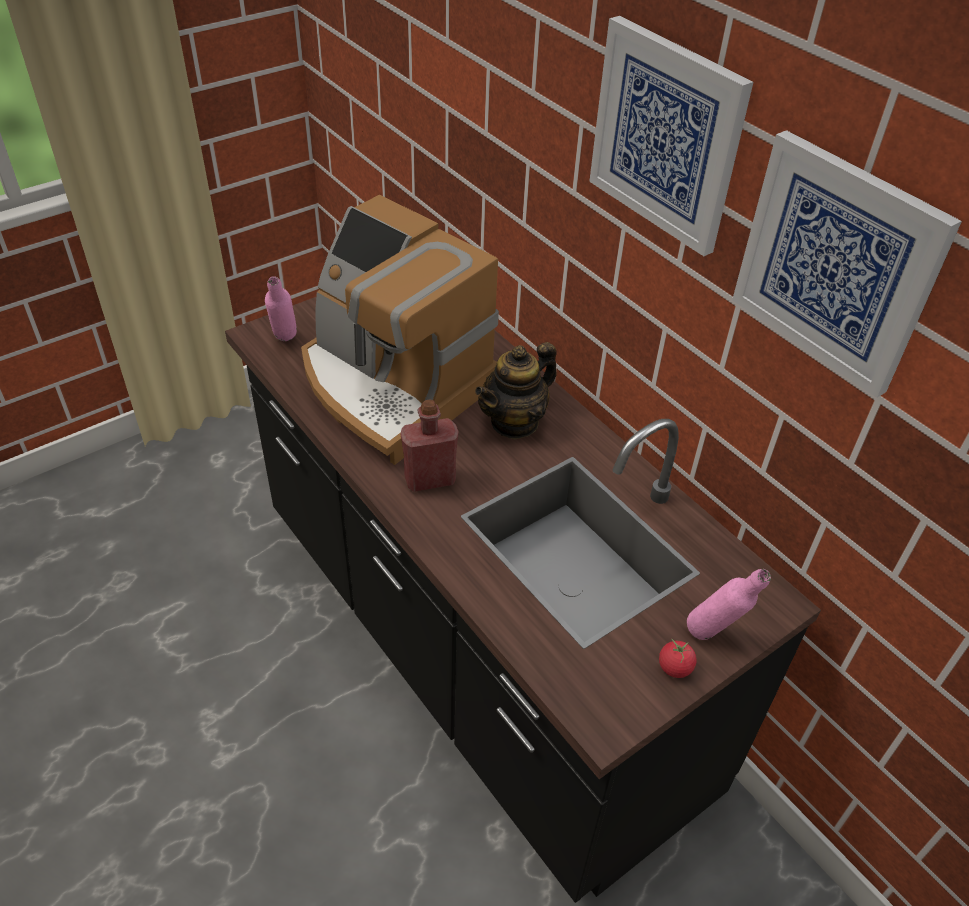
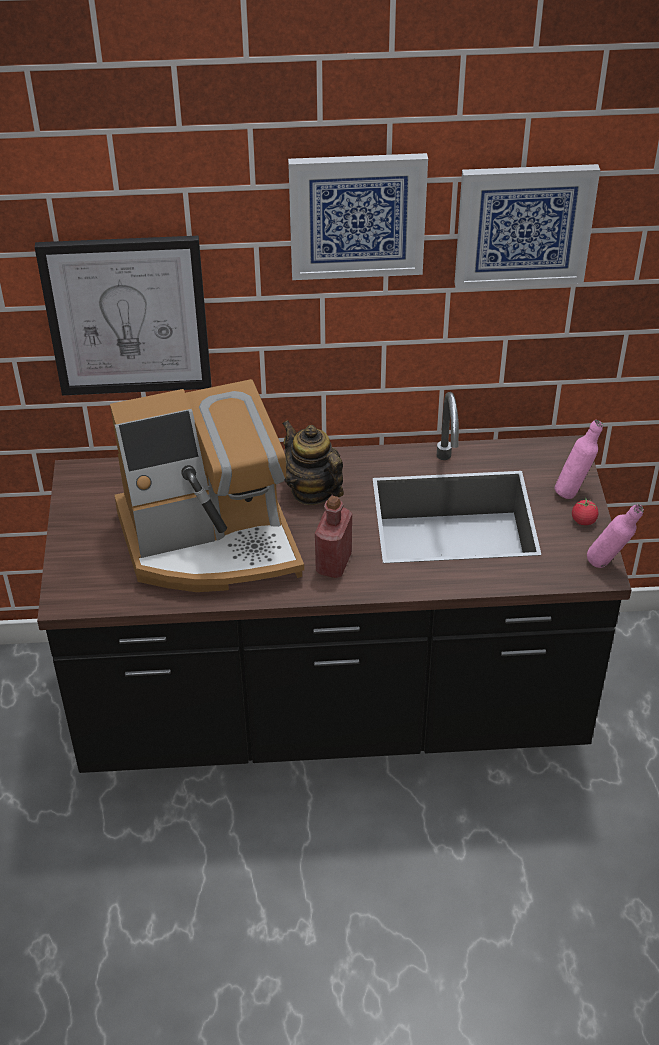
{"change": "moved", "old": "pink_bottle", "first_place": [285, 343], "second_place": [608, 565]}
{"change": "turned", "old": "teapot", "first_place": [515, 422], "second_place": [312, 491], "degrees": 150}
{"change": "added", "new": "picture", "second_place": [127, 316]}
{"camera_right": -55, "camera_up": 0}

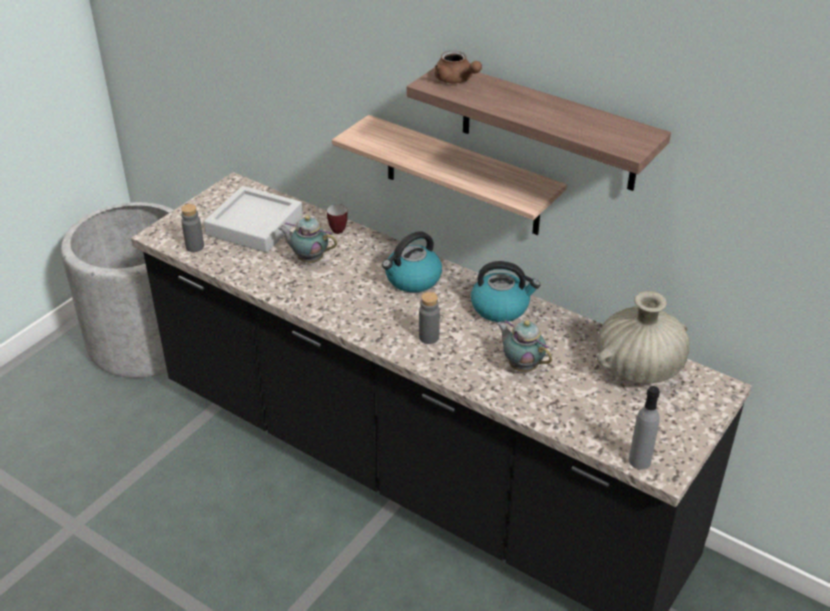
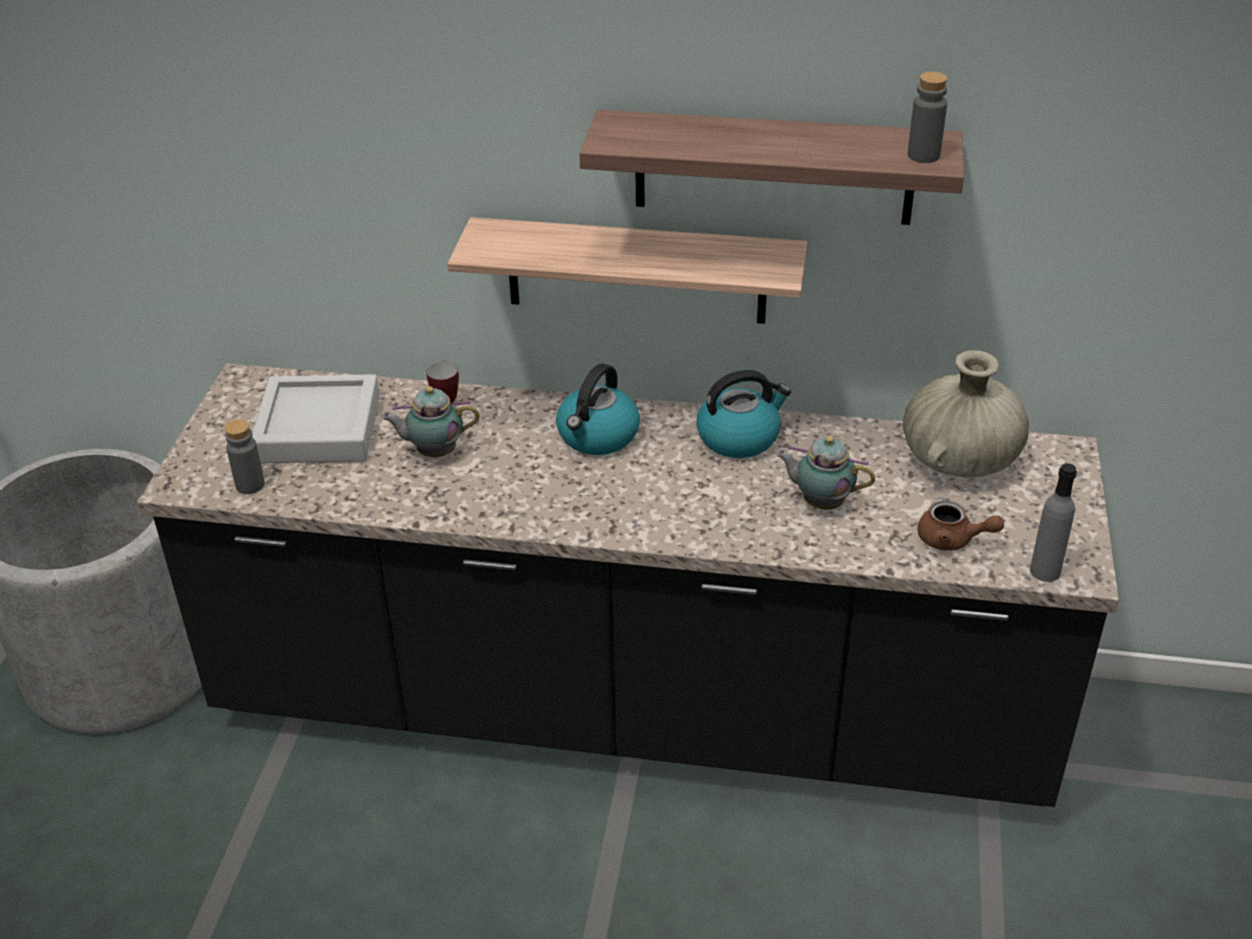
{"change": "moved", "old": "brown_teapot", "first_place": [456, 80], "second_place": [952, 540]}
{"change": "moved", "old": "grey_bottle", "first_place": [429, 337], "second_place": [923, 155]}
{"camera_right": -25, "camera_up": 0}

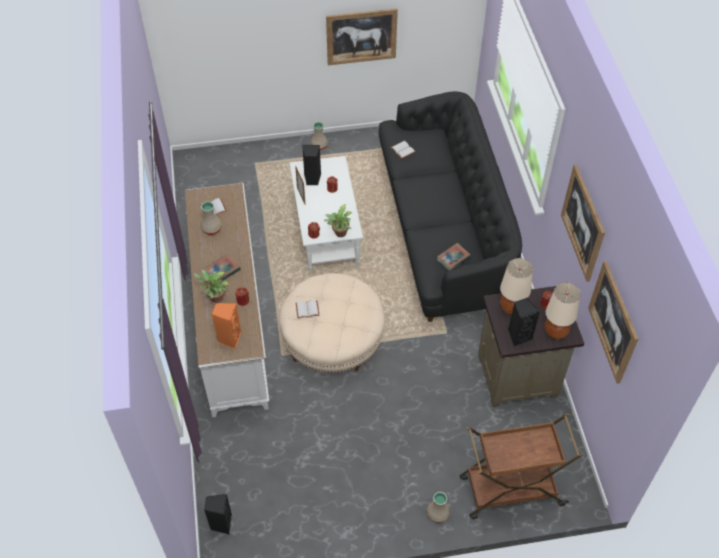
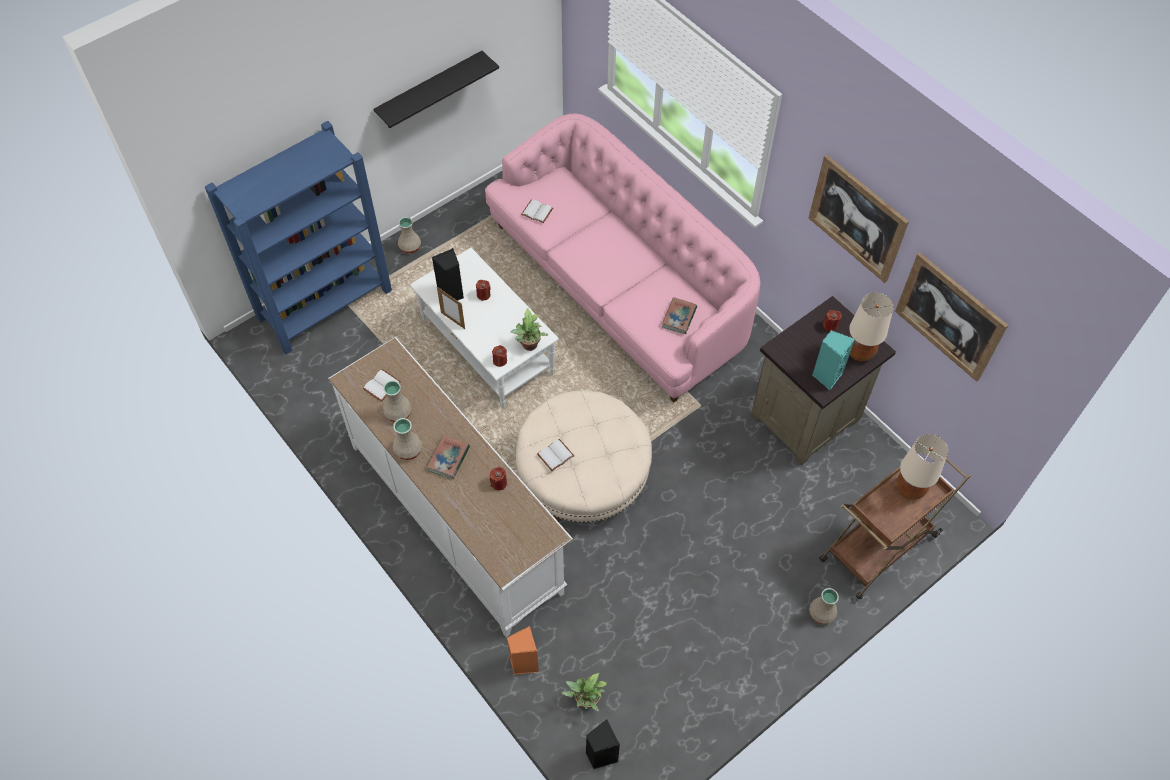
{"change": "replaced", "old": "picture", "new": "black_shelf", "first_place": [361, 36], "second_place": [430, 91]}
{"change": "recoloured", "old": "black_sofa", "new": "pink_sofa", "first_place": [442, 229], "second_place": [619, 286]}
{"change": "moved", "old": "beige_table_lamp", "first_place": [510, 308], "second_place": [909, 489]}
{"change": "moved", "old": "potted_plant", "first_place": [215, 298], "second_place": [585, 702]}
{"change": "recoloured", "old": "black_speaker", "new": "turquoise_speaker", "first_place": [519, 336], "second_place": [826, 375]}
{"change": "moved", "old": "orange_speaker", "first_place": [229, 338], "second_place": [524, 663]}
{"change": "added", "new": "blue_bookcase", "second_place": [325, 304]}
{"change": "added", "new": "beige_vase", "second_place": [408, 449]}
{"camera_right": -30, "camera_up": 5}

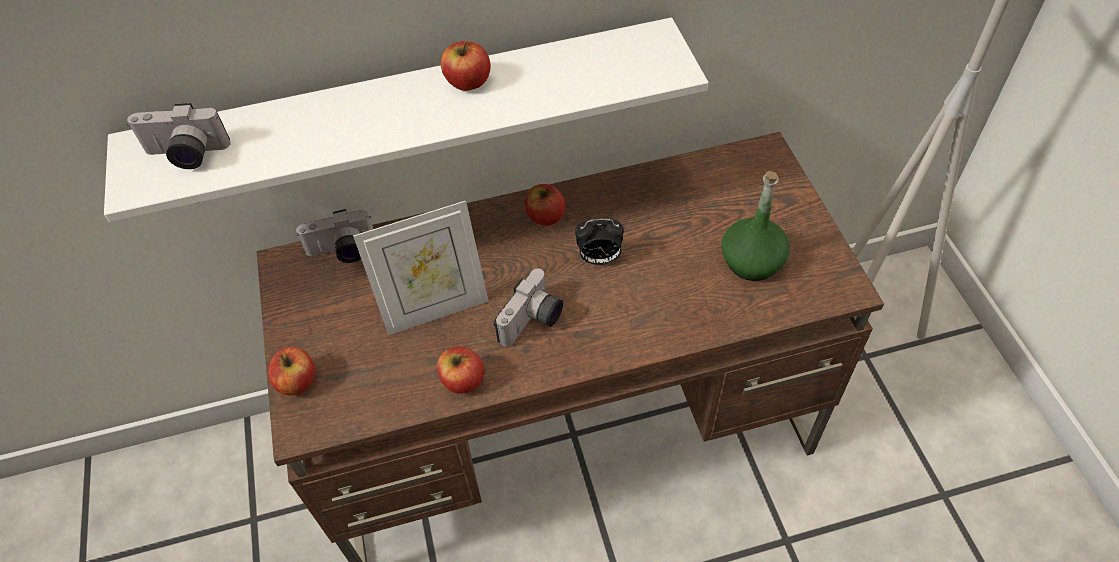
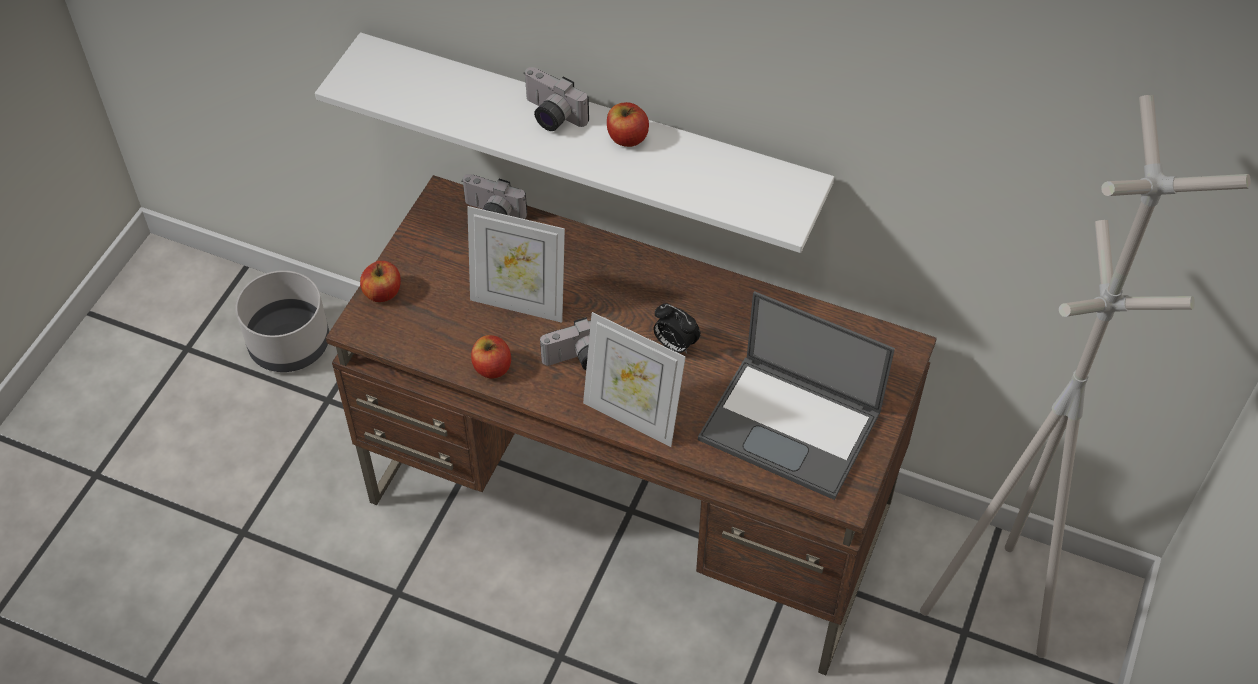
{"change": "moved", "old": "photo_camera", "first_place": [185, 155], "second_place": [550, 116]}
{"change": "replaced", "old": "green_bottle", "new": "laptop", "first_place": [752, 261], "second_place": [792, 426]}
{"change": "removed", "old": "apple", "first_place": [545, 216]}
{"change": "added", "new": "grey_planter", "second_place": [290, 343]}
{"change": "added", "new": "picture_frame", "second_place": [632, 417]}
{"camera_right": 35, "camera_up": 0}

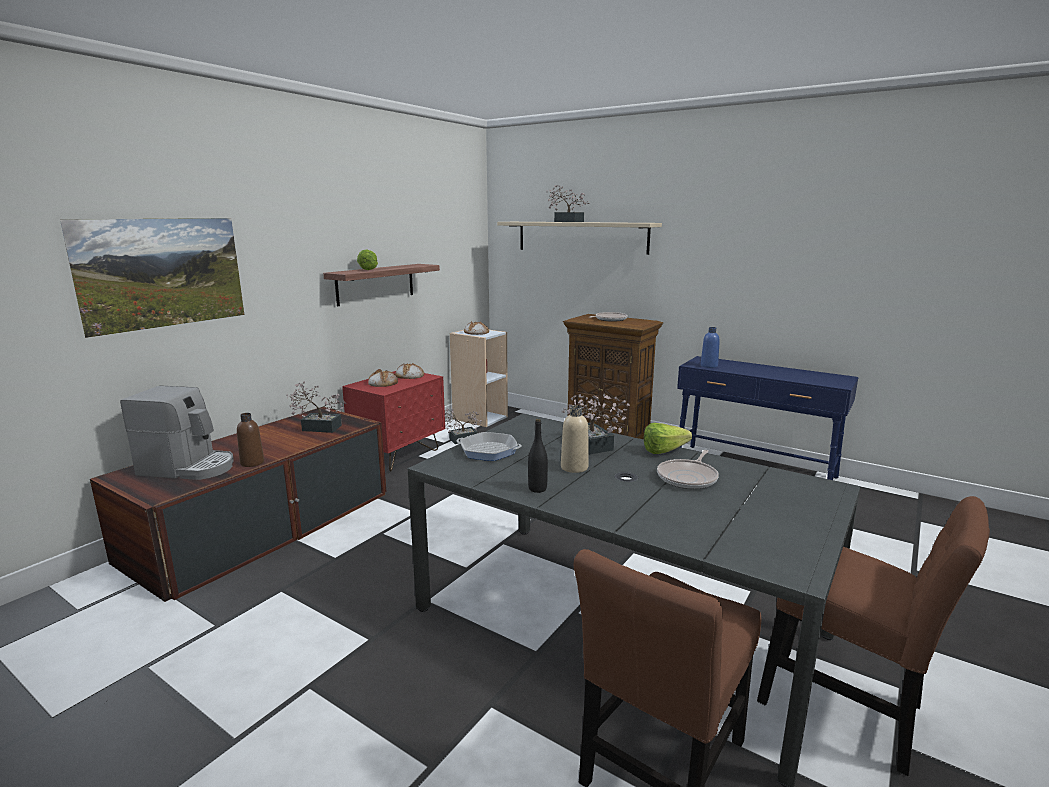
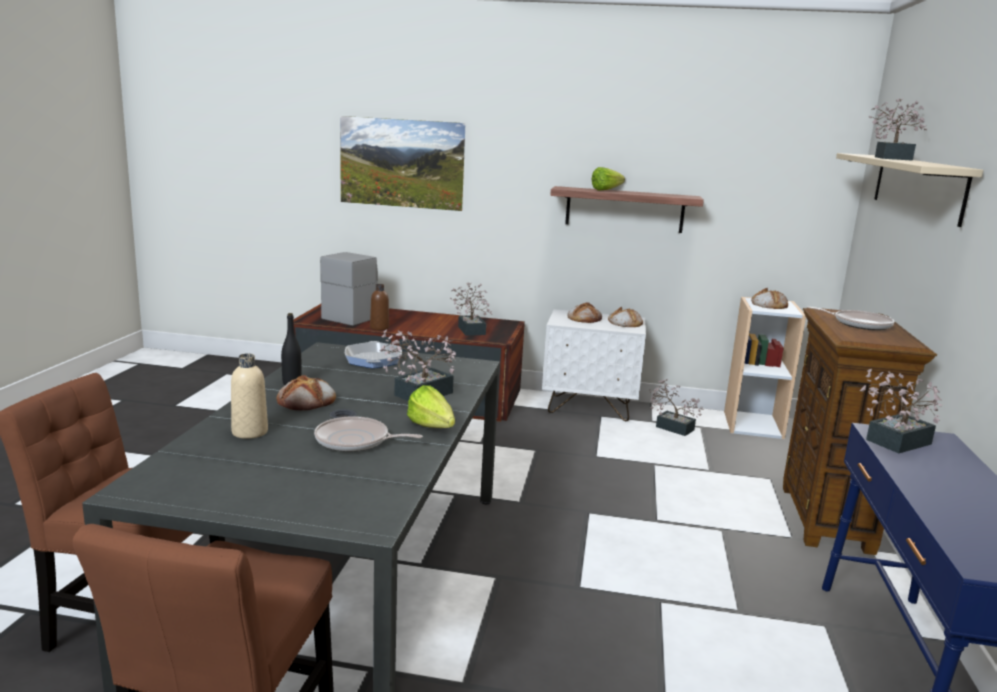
{"change": "replaced", "old": "blue_bottle", "new": "potted_plant", "first_place": [709, 366], "second_place": [893, 443]}
{"change": "recoloured", "old": "red_nightstand", "new": "white_nightstand", "first_place": [399, 455], "second_place": [589, 408]}
{"change": "turned", "old": "coffee_machine", "first_place": [189, 468], "second_place": [357, 316], "degrees": -135}
{"change": "moved", "old": "beige_bottle", "first_place": [574, 467], "second_place": [250, 432]}
{"change": "added", "new": "bread", "second_place": [307, 400]}
{"camera_right": 65, "camera_up": 0}

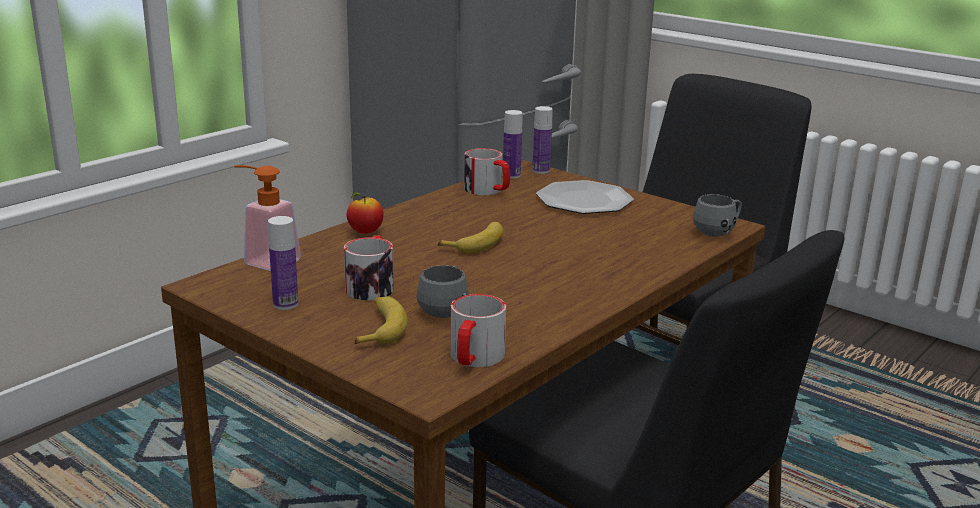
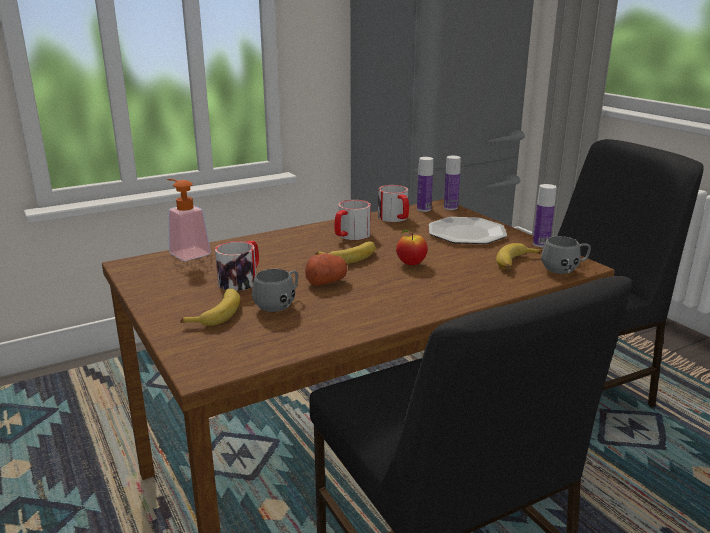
{"change": "moved", "old": "apple", "first_place": [365, 232], "second_place": [411, 264]}
{"change": "moved", "old": "bottle", "first_place": [285, 304], "second_place": [541, 244]}
{"change": "moved", "old": "mug", "first_place": [474, 359], "second_place": [350, 236]}
{"change": "added", "new": "banana", "second_place": [515, 263]}
{"change": "added", "new": "potato", "second_place": [326, 281]}
{"camera_right": 20, "camera_up": 0}

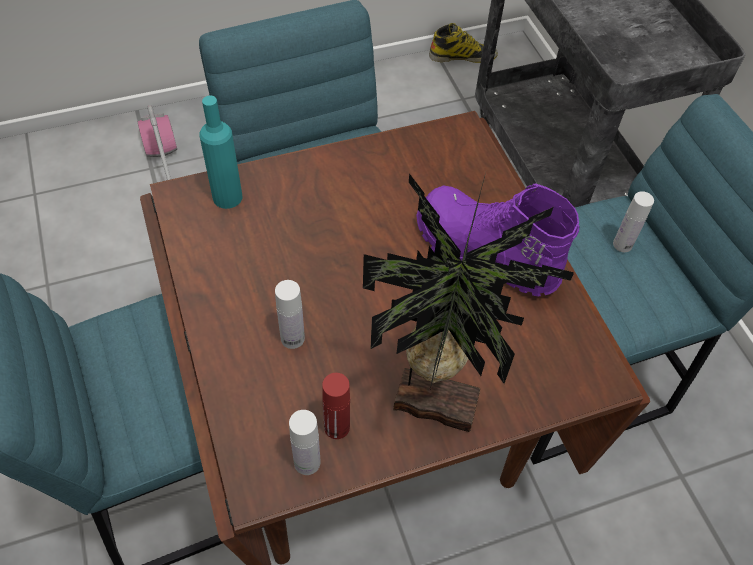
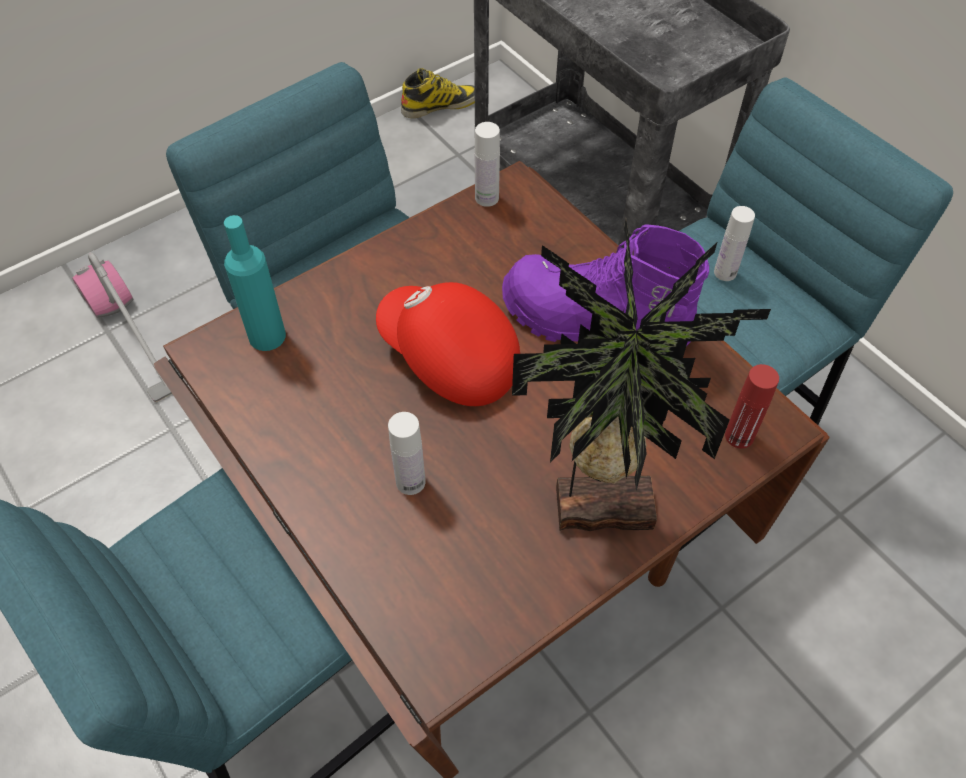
{"change": "moved", "old": "red_bottle", "first_place": [337, 427], "second_place": [739, 436]}
{"change": "moved", "old": "white_bottle", "first_place": [307, 462], "second_place": [487, 198]}
{"change": "added", "new": "red_cap", "second_place": [448, 359]}
{"camera_right": -15, "camera_up": 0}

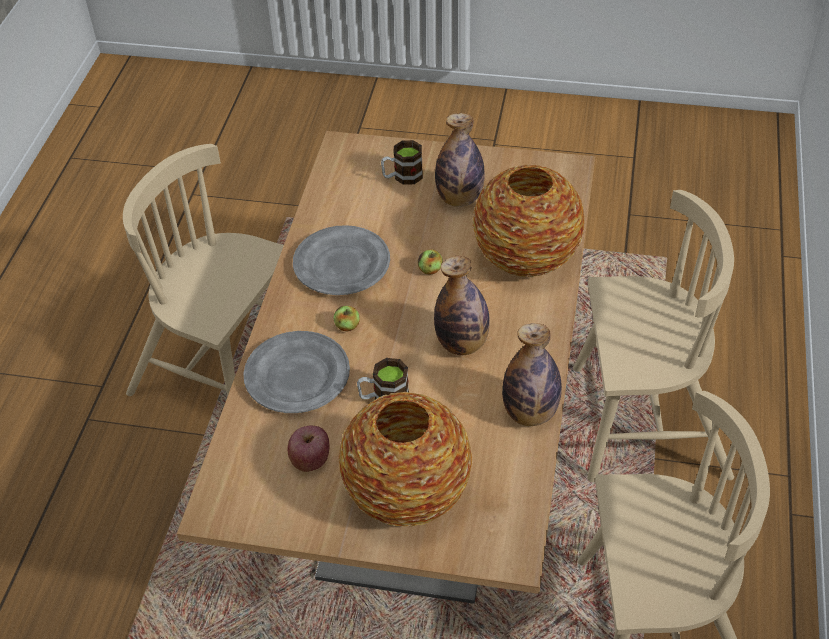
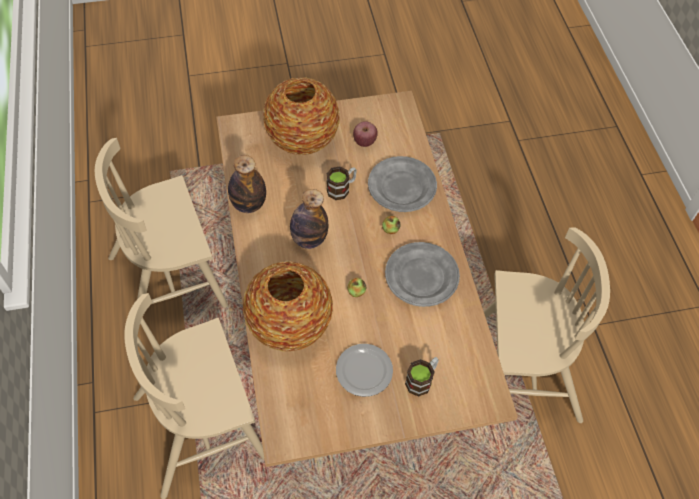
{"change": "replaced", "old": "bottle", "new": "plate", "first_place": [459, 199], "second_place": [364, 370]}
{"camera_right": 155, "camera_up": 10}

